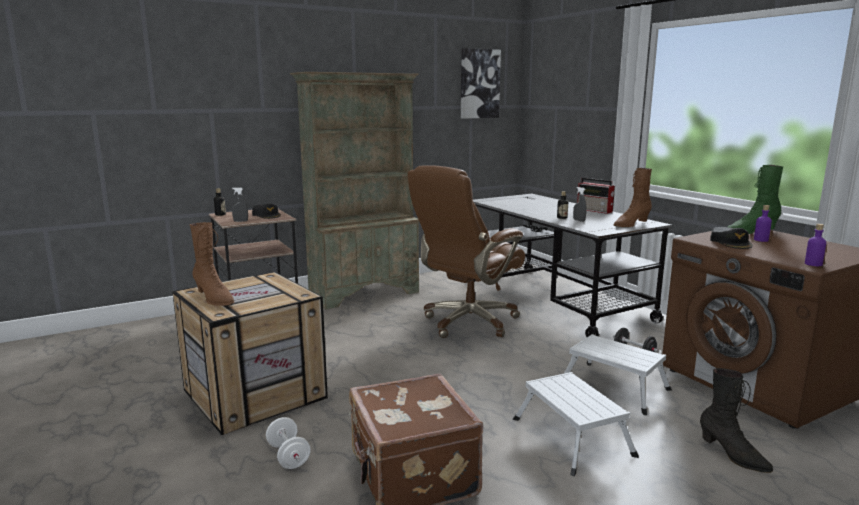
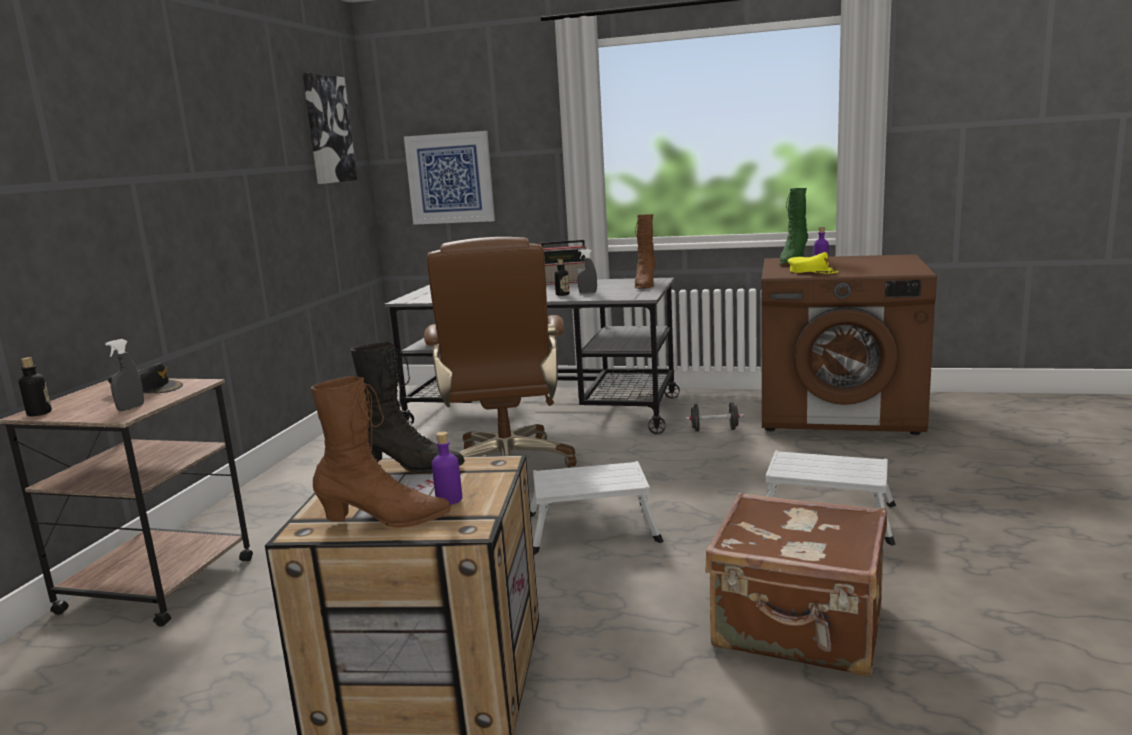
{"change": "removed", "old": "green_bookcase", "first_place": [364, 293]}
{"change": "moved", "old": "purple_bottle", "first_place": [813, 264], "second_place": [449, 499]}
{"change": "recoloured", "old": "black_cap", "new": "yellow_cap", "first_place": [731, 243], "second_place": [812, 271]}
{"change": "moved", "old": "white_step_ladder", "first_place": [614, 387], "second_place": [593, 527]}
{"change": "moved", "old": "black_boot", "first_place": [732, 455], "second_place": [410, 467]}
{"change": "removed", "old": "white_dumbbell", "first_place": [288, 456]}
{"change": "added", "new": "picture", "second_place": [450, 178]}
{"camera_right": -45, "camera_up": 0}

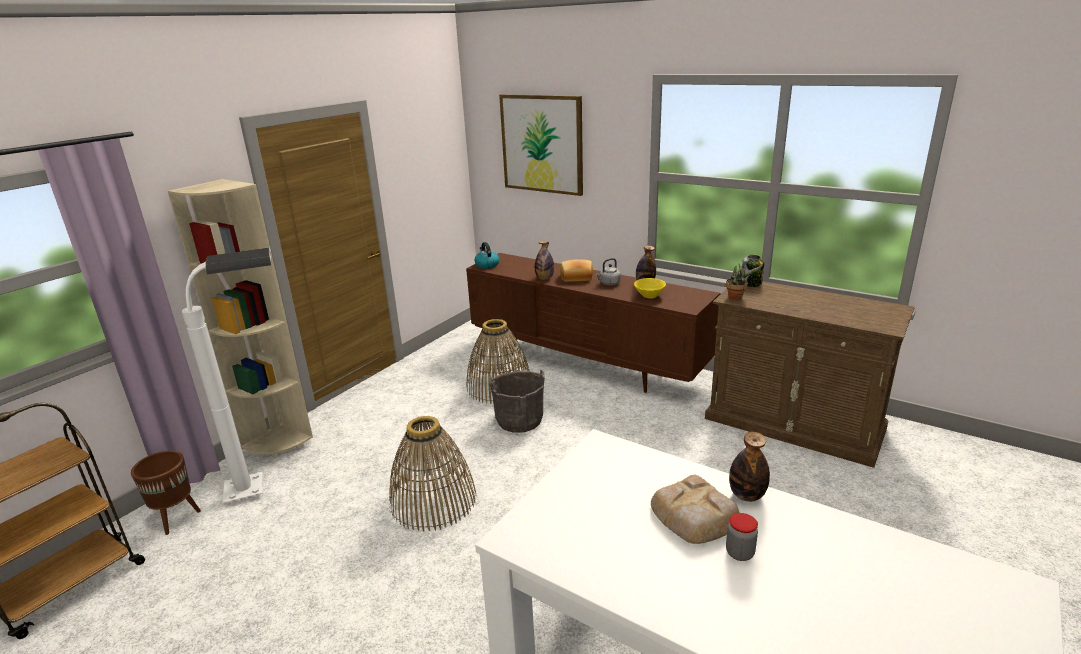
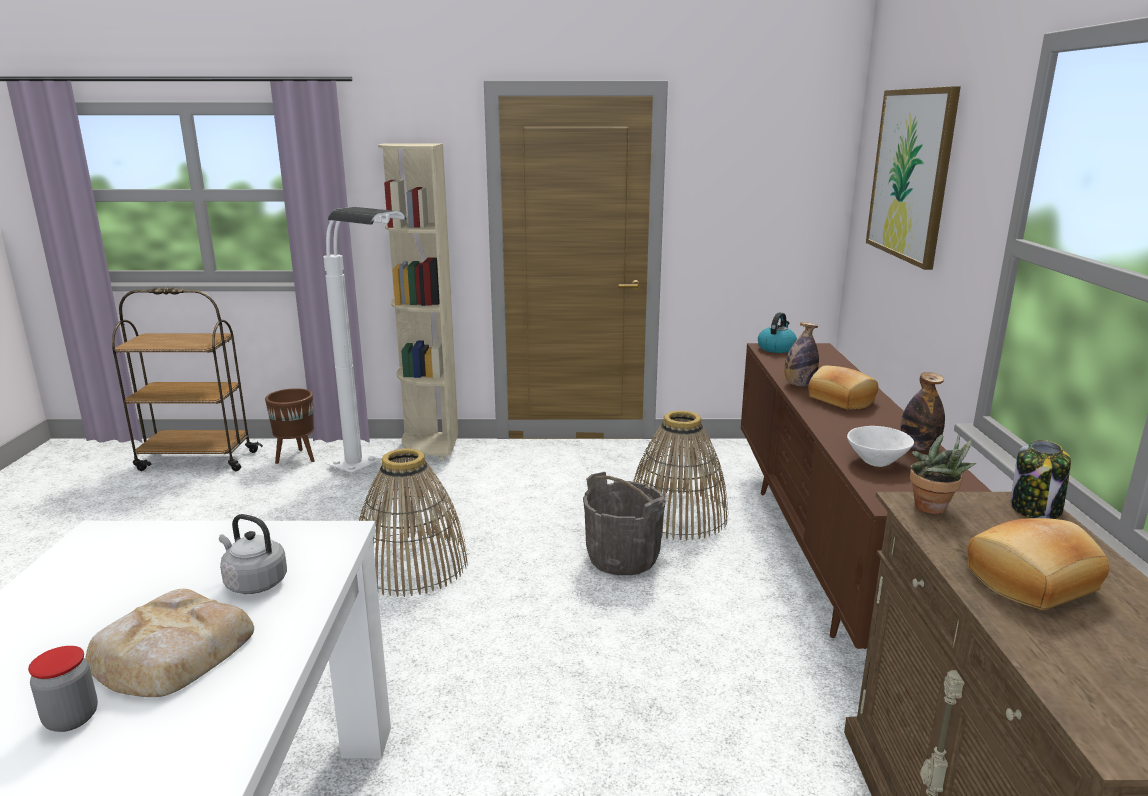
{"change": "moved", "old": "grey_kettle", "first_place": [608, 283], "second_place": [254, 582]}
{"change": "recoloured", "old": "yellow_bowl", "new": "white_bowl", "first_place": [649, 296], "second_place": [875, 461]}
{"change": "removed", "old": "bottle", "first_place": [746, 495]}
{"change": "added", "new": "bread", "second_place": [1033, 583]}
{"camera_right": 55, "camera_up": -5}

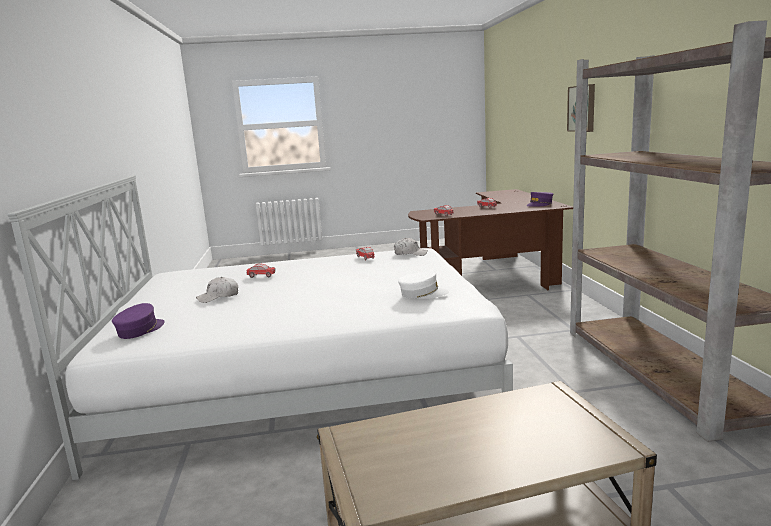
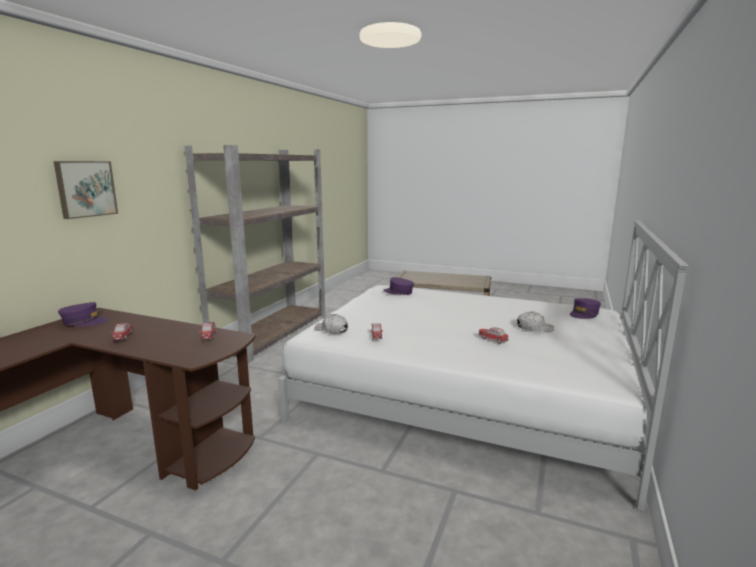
{"change": "recoloured", "old": "white_cap", "new": "purple_cap", "first_place": [423, 294], "second_place": [398, 292]}
{"camera_right": -150, "camera_up": 0}

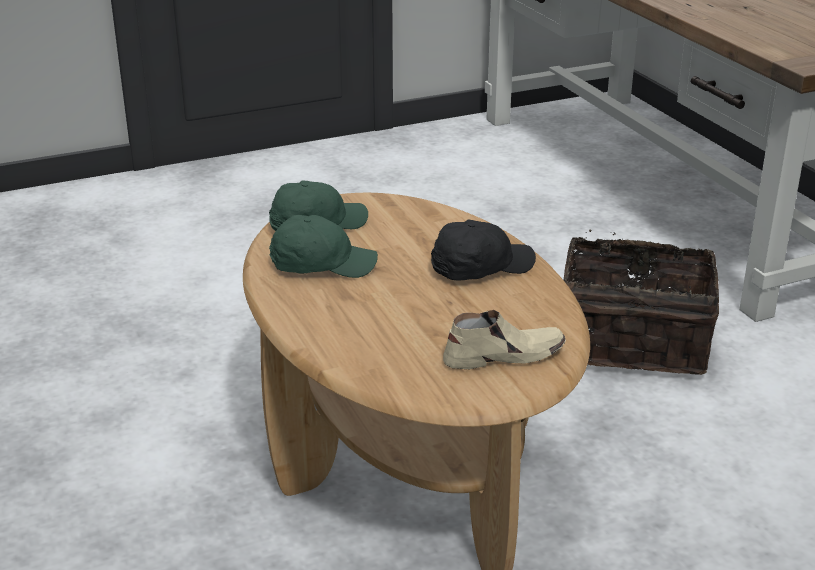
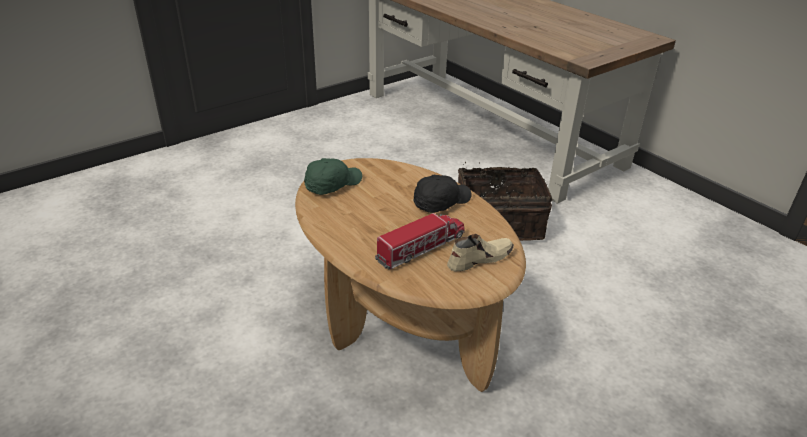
{"change": "removed", "old": "green_cap", "first_place": [322, 265]}
{"change": "added", "new": "toy_truck", "second_place": [421, 248]}
{"camera_right": -15, "camera_up": 5}

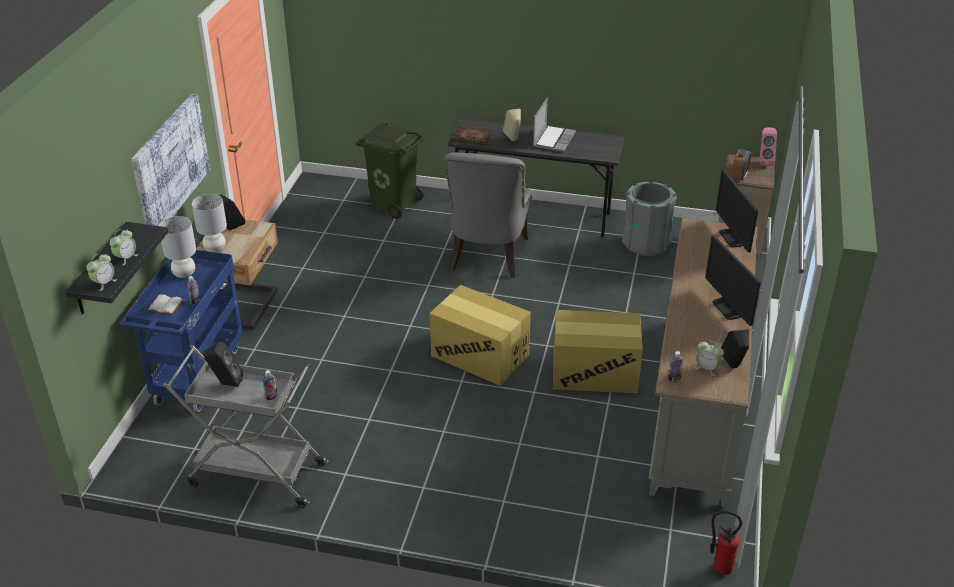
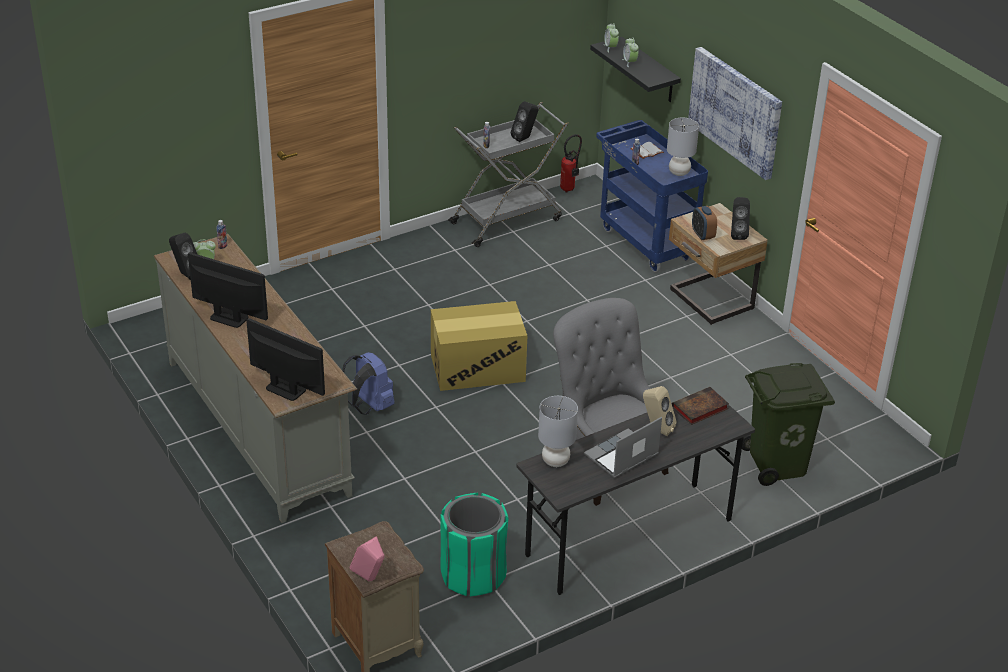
{"change": "turned", "old": "laptop", "first_place": [553, 139], "second_place": [621, 456], "degrees": 75}
{"change": "moved", "old": "alarm_clock", "first_place": [739, 176], "second_place": [702, 235]}
{"change": "recoloured", "old": "grey_trash_can", "new": "green_trash_can", "first_place": [646, 244], "second_place": [473, 575]}
{"change": "moved", "old": "grey_table_lamp", "first_place": [215, 248], "second_place": [556, 461]}
{"change": "replaced", "old": "cardboard_box", "new": "blue_backpack", "first_place": [595, 372], "second_place": [369, 406]}
{"change": "moved", "old": "fire_extinguisher", "first_place": [719, 568], "second_place": [569, 189]}
{"camera_right": 135, "camera_up": 0}

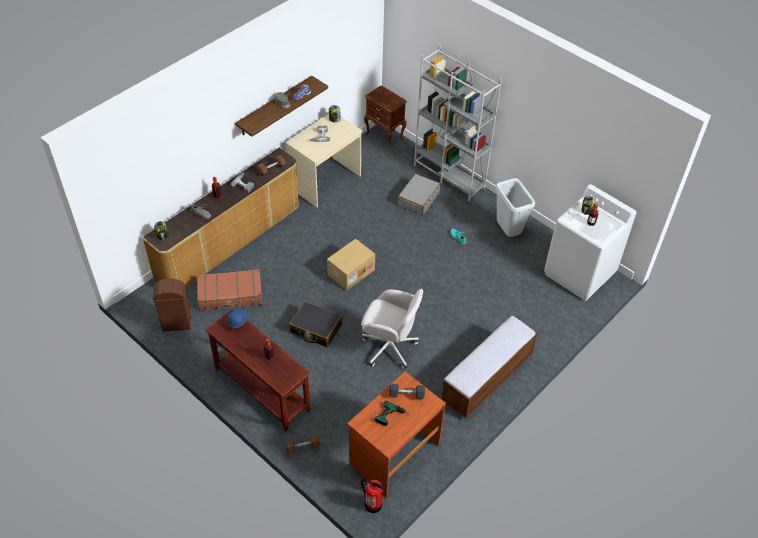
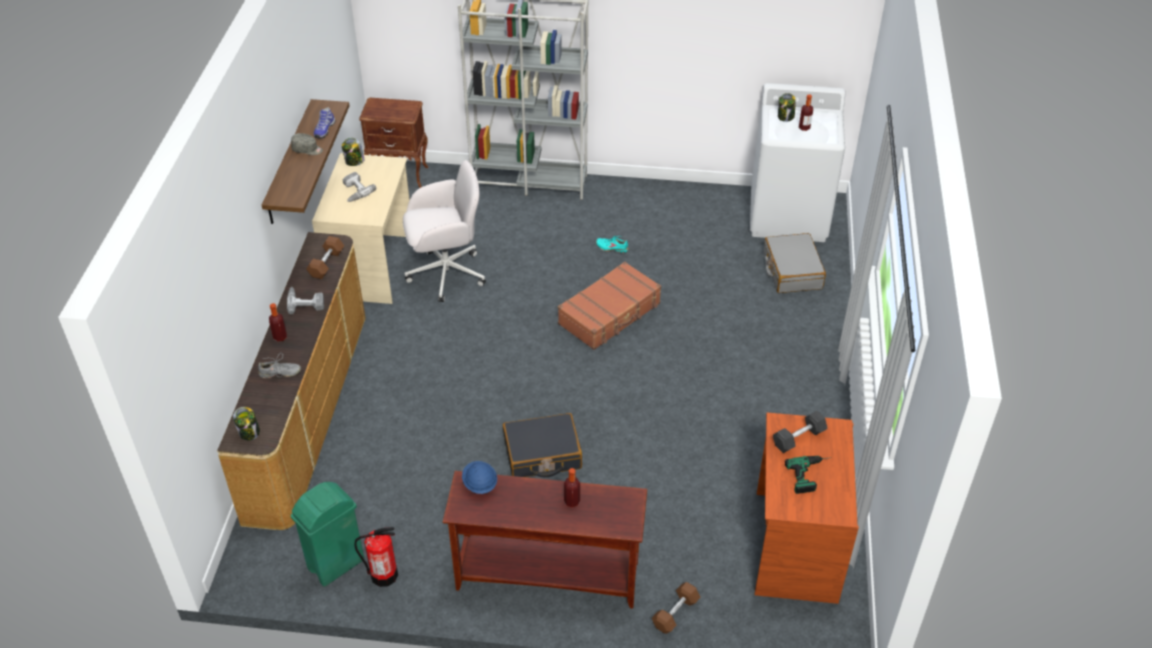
{"change": "moved", "old": "grey_suitcase", "first_place": [418, 199], "second_place": [792, 271]}
{"change": "removed", "old": "grey_trash_can", "first_place": [508, 232]}
{"change": "removed", "old": "cardboard_box", "first_place": [351, 271]}
{"change": "moved", "old": "brown_suitcase", "first_place": [230, 295], "second_place": [610, 314]}
{"change": "recoloured", "old": "brown_trash_can", "new": "green_trash_can", "first_place": [176, 324], "second_place": [335, 564]}
{"change": "moved", "old": "white_office_chair", "first_place": [389, 348], "second_place": [447, 274]}
{"change": "removed", "old": "bench", "first_place": [487, 378]}
{"change": "moved", "old": "fire_extinguisher", "first_place": [373, 504], "second_place": [383, 575]}
{"camera_right": -35, "camera_up": -5}

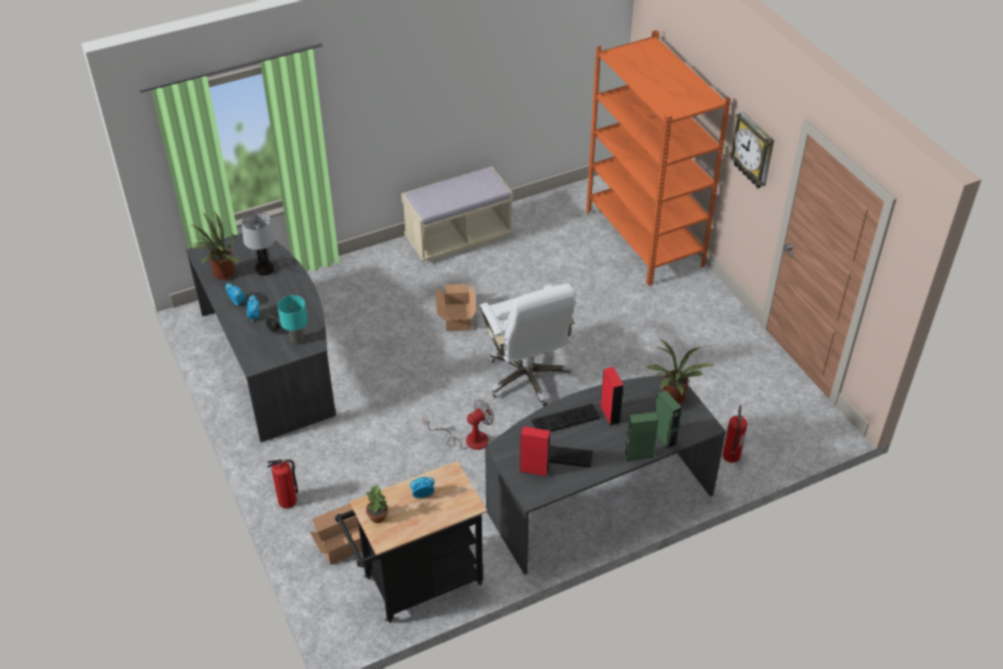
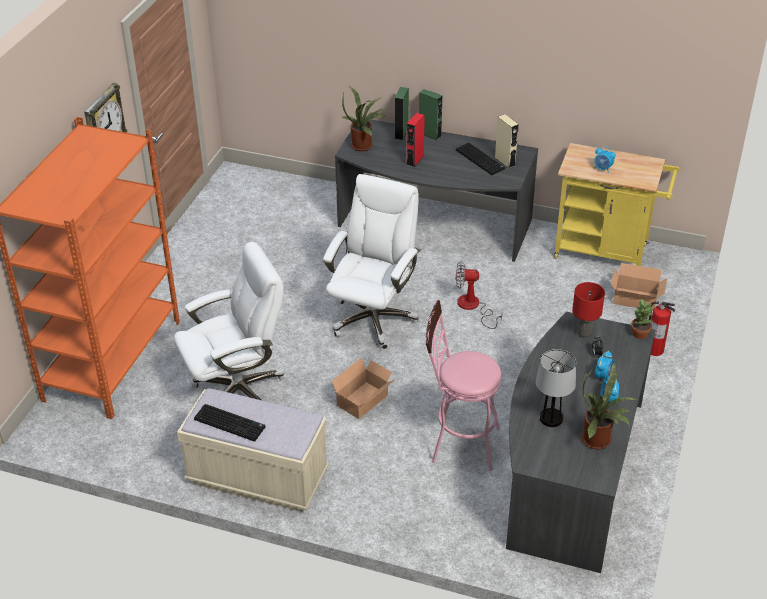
{"change": "recoloured", "old": "turquoise_table_lamp", "new": "red_table_lamp", "first_place": [296, 340], "second_place": [584, 334]}
{"change": "moved", "old": "keyboard", "first_place": [565, 421], "second_place": [231, 423]}
{"change": "removed", "old": "fire_extinguisher", "first_place": [731, 456]}
{"change": "recoloured", "old": "red_speaker", "new": "beige_speaker", "first_place": [534, 470], "second_place": [505, 161]}
{"change": "recoloured", "old": "black_cart", "new": "yellow_cart", "first_place": [416, 584], "second_place": [607, 252]}
{"change": "moved", "old": "potted_plant", "first_place": [378, 517], "second_place": [639, 334]}
{"change": "added", "new": "white_office_chair", "second_place": [237, 393]}
{"change": "added", "new": "pink_stool", "second_place": [459, 443]}
{"camera_right": -135, "camera_up": -5}

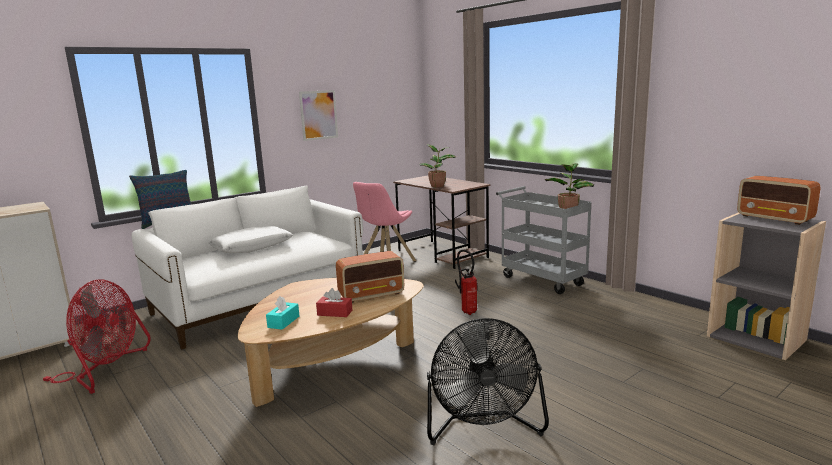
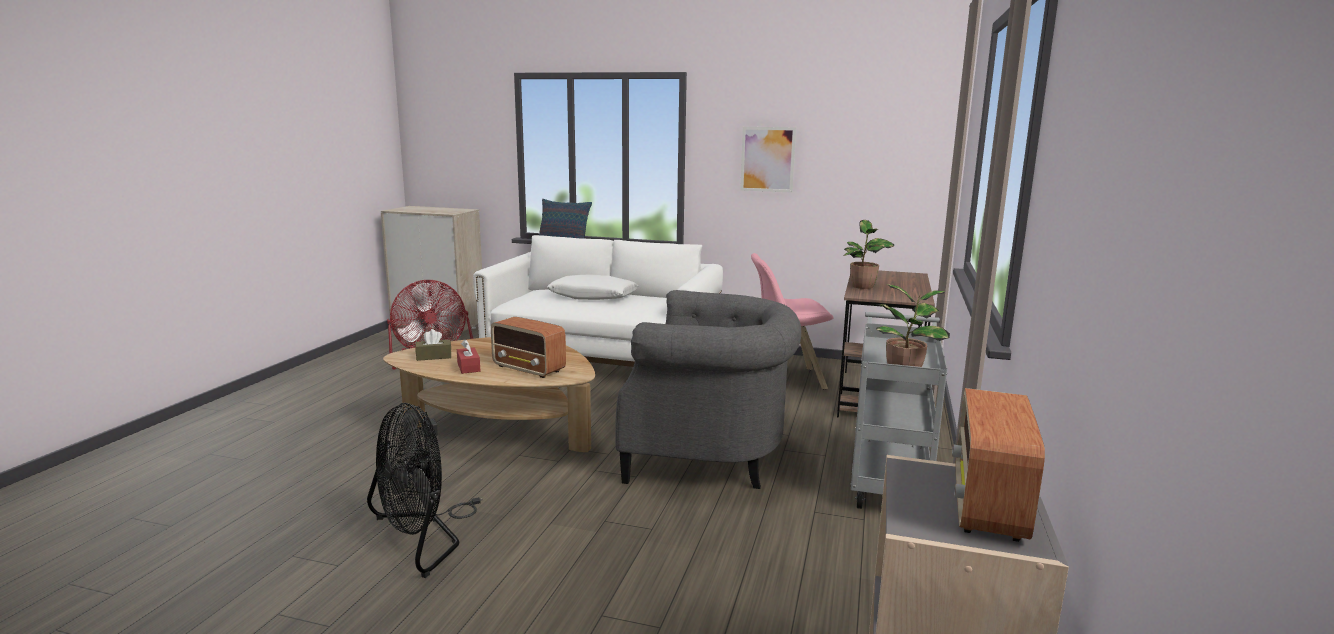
{"change": "replaced", "old": "fire_extinguisher", "new": "grey_armchair", "first_place": [468, 311], "second_place": [707, 459]}
{"change": "recoloured", "old": "turquoise_tissue_box", "new": "brown_tissue_box", "first_place": [283, 322], "second_place": [434, 356]}
{"camera_right": 55, "camera_up": 0}

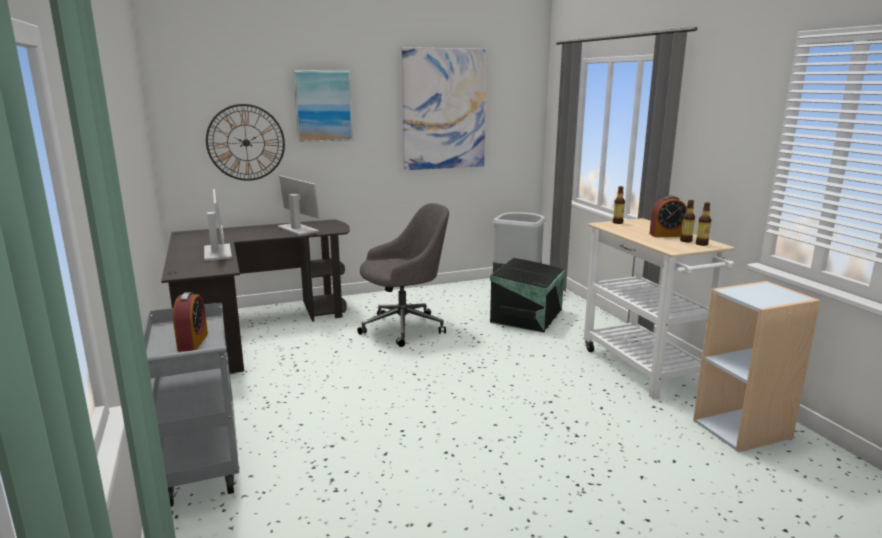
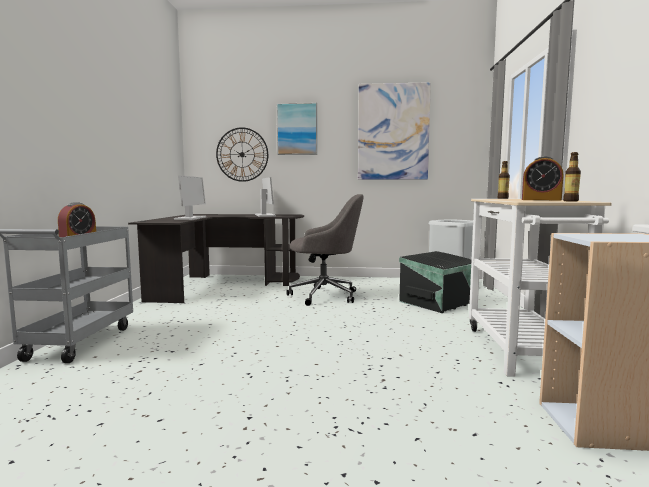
{"change": "removed", "old": "bottle", "first_place": [685, 241]}
{"camera_right": 25, "camera_up": -10}

